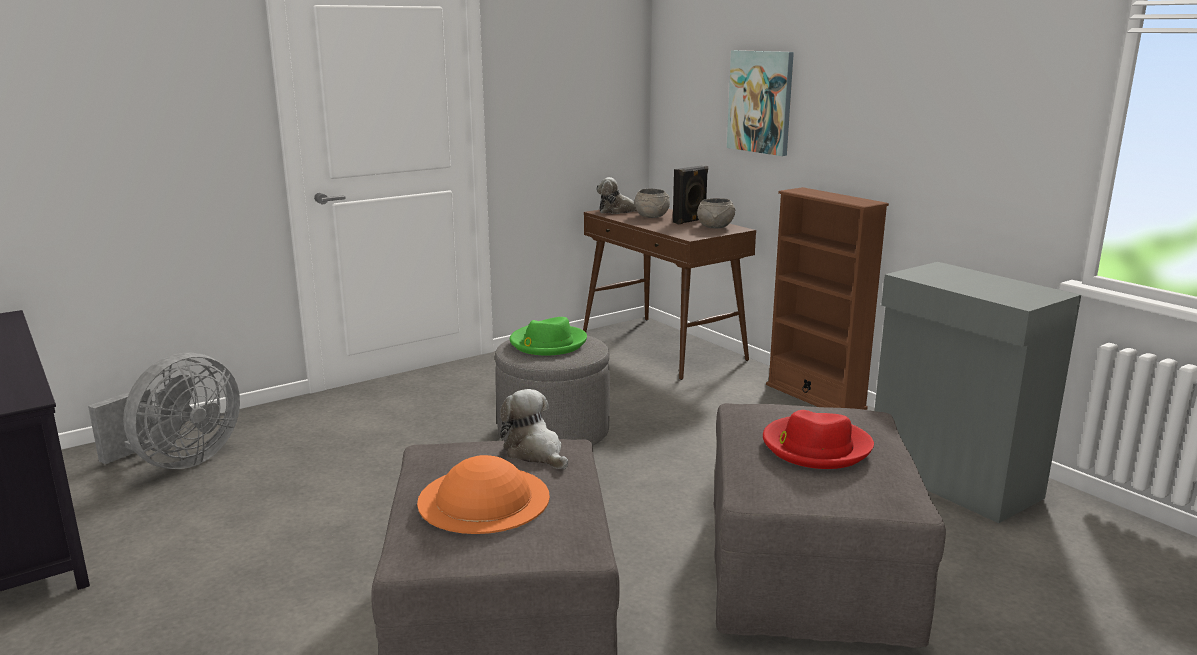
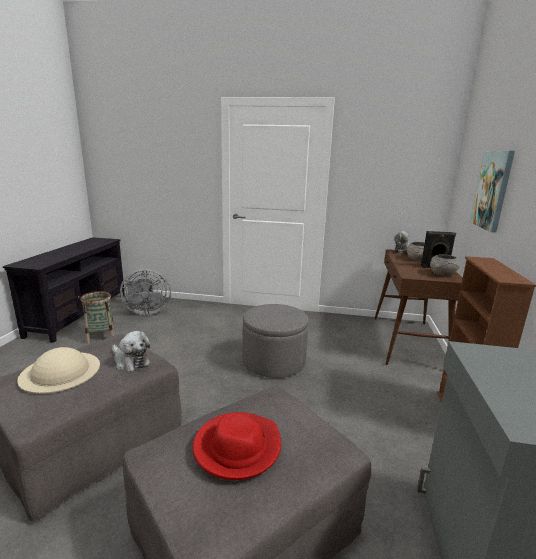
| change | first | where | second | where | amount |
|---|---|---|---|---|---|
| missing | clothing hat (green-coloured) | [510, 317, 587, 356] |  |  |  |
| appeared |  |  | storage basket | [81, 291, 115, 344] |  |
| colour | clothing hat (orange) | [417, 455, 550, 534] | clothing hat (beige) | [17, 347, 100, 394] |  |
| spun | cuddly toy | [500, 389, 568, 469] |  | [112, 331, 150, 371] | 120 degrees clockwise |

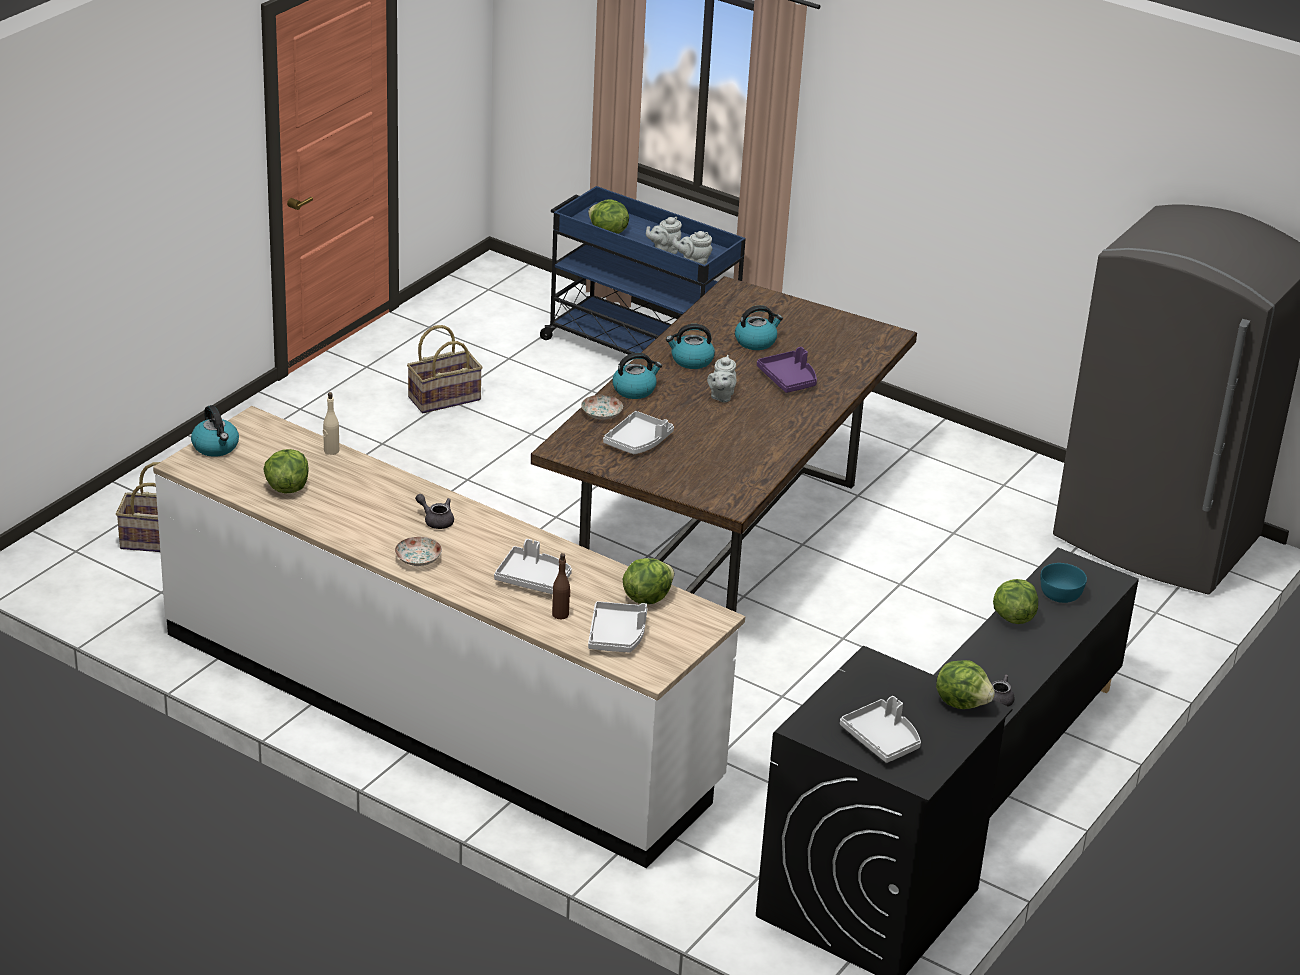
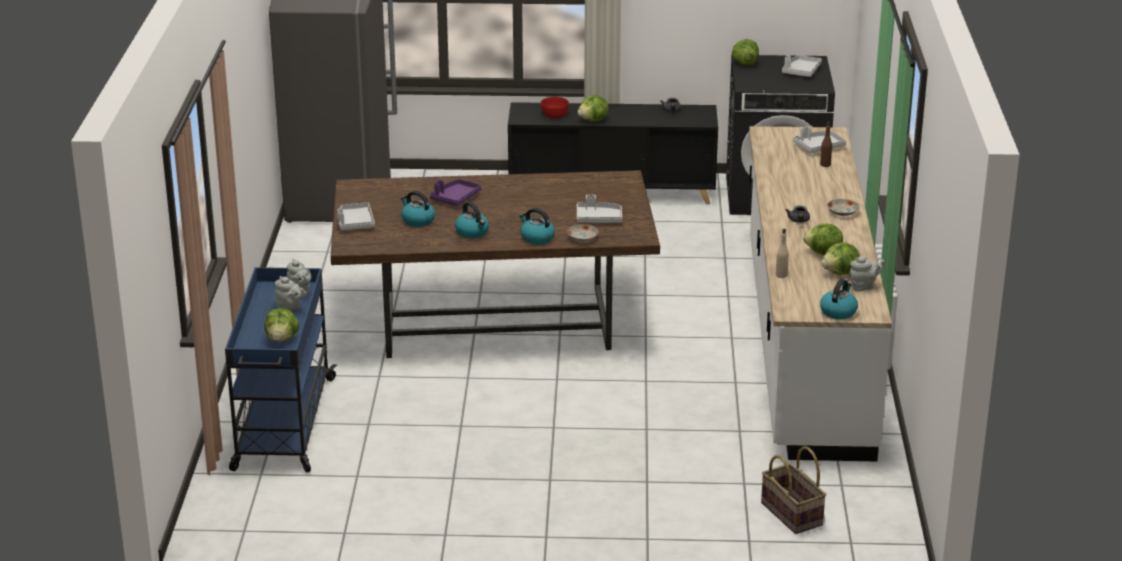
| change | first | where | second | where | amount |
|---|---|---|---|---|---|
| missing | storage basket | [407, 325, 483, 413] |  |  |  |
| relocated | tray (greyish) | [494, 539, 572, 594] |  | [337, 202, 375, 230] |  |
| relocated | lettuce head | [623, 558, 674, 604] |  | [803, 223, 843, 255] |  |
| relocated | pot for tea (greyish) | [707, 355, 737, 402] |  | [850, 256, 885, 292] |  |
| colour | deep dish (turquoise-coloured) | [1041, 563, 1087, 603] | deep dish (reddish) | [541, 97, 569, 118] |  |

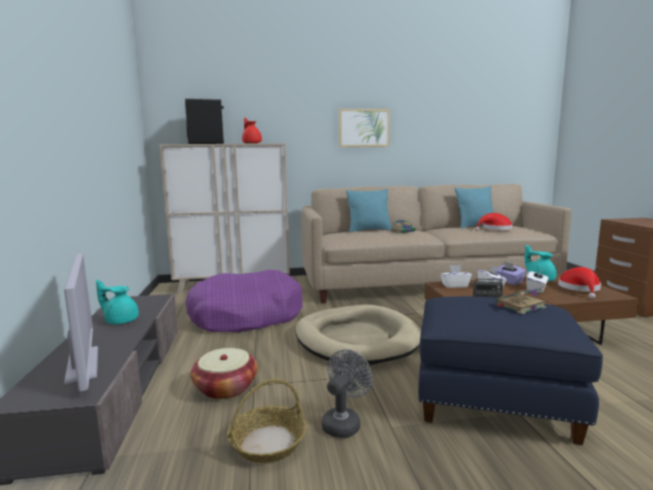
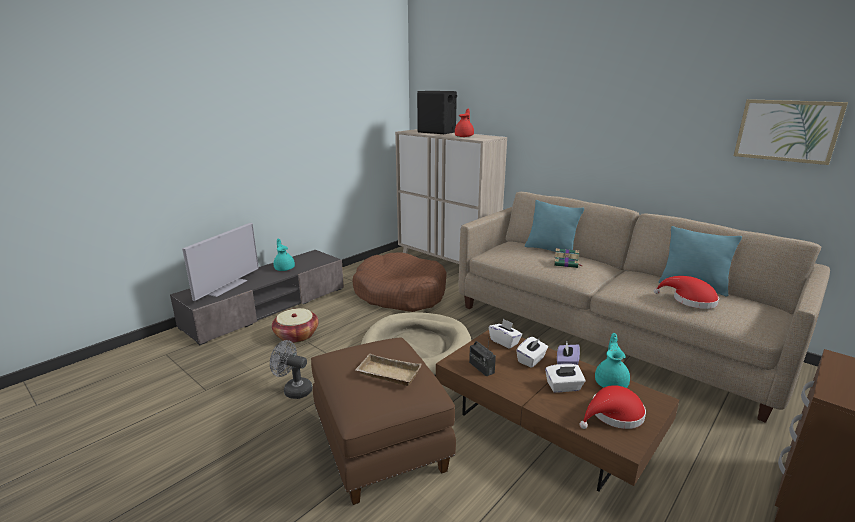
| change | first | where | second | where | amount |
|---|---|---|---|---|---|
| missing | storage basket | [227, 379, 307, 463] |  |  |  |
| relocated | wall art | [339, 109, 390, 147] |  | [734, 99, 848, 165] |  |
| exchanged | book | [496, 287, 546, 314] | tray (beige) | [355, 354, 422, 386] |  |
| colour | dog cushion (purple) | [185, 270, 303, 332] | dog cushion (brown) | [352, 252, 447, 312] |  |
| colour | pouffe (blue-coloured) | [418, 296, 603, 445] | pouffe (brown) | [311, 338, 456, 505] |  |
| spun | electric fan (greyish) | [322, 349, 373, 438] |  | [270, 340, 313, 399] | 150 degrees counterclockwise |

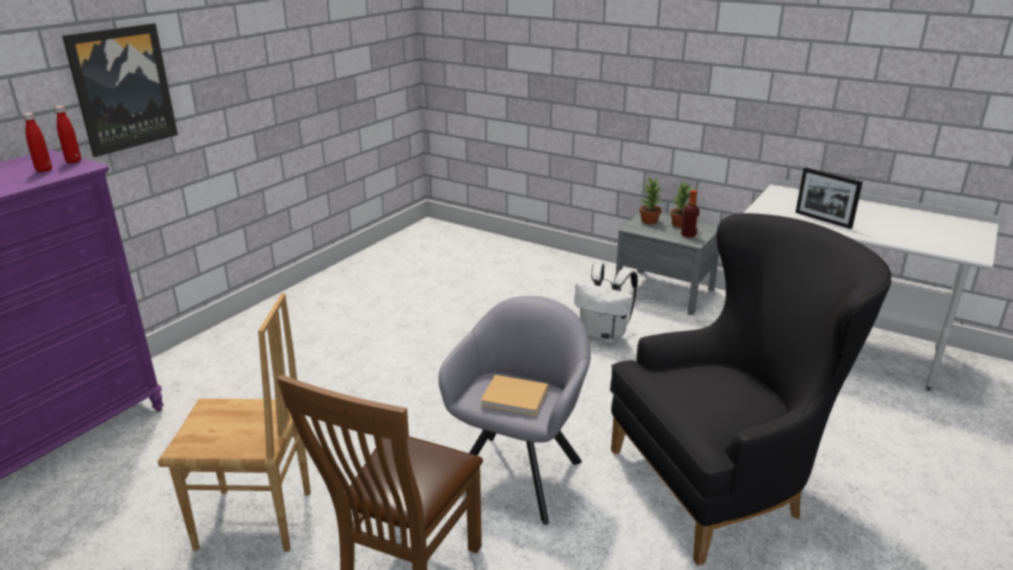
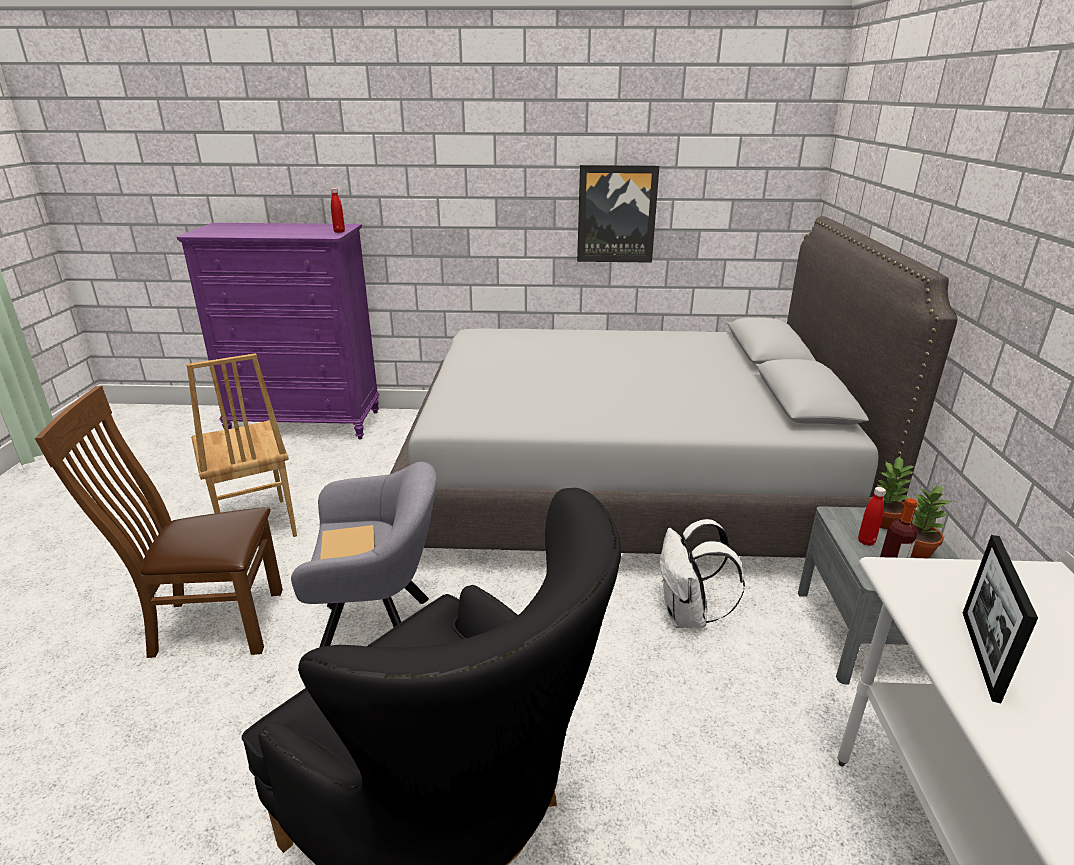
| change | first | where | second | where | amount |
|---|---|---|---|---|---|
| appeared |  |  | bed (greyish) | [390, 216, 958, 558] |  |
| relocated | bottle (reddish) | [23, 113, 52, 172] |  | [858, 487, 886, 546] |  |
| relocated | wall art | [62, 23, 178, 157] |  | [577, 165, 659, 263] |  |

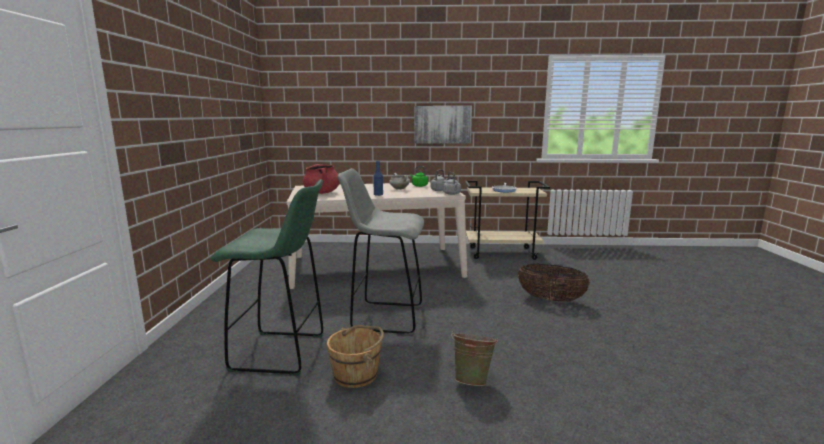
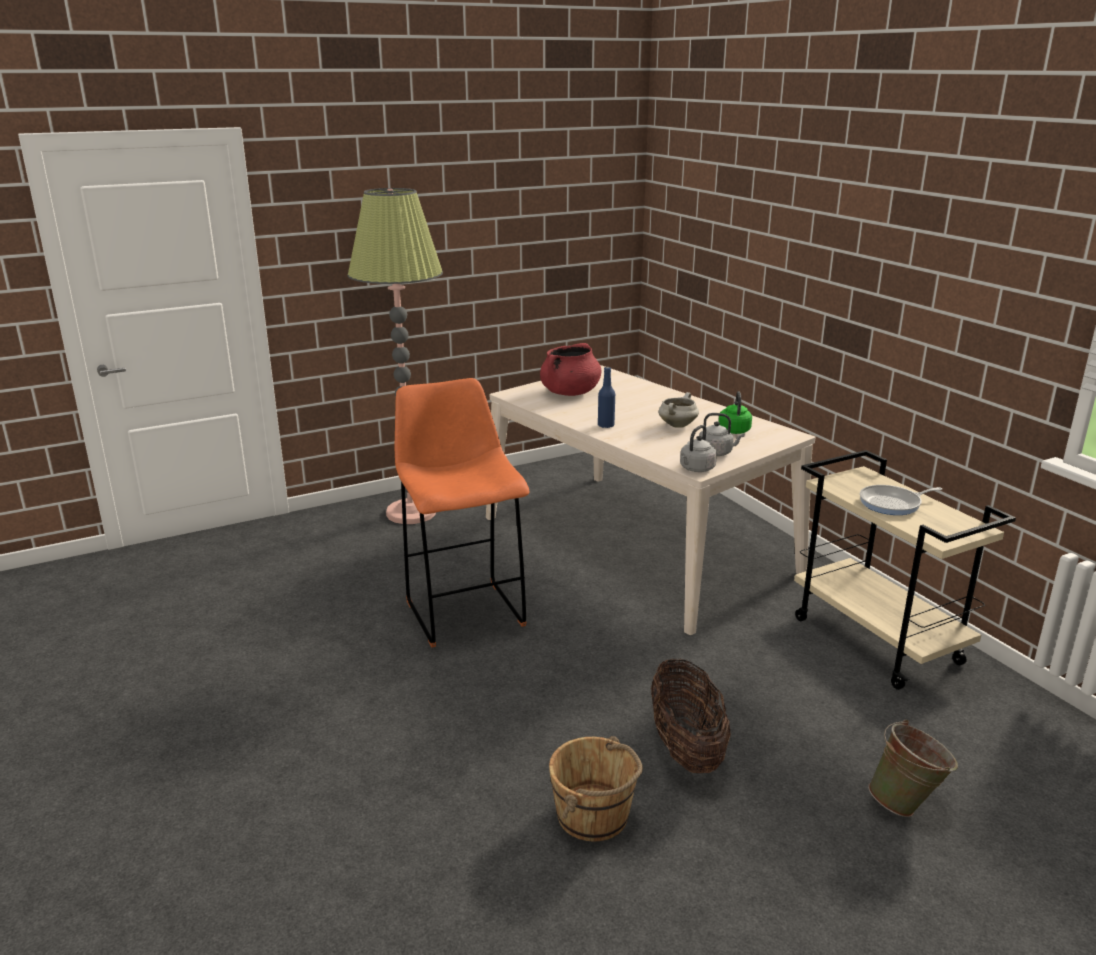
| change | first | where | second | where | amount |
|---|---|---|---|---|---|
| missing | sitting stool (green-coloured) | [210, 179, 324, 376] |  |  |  |
| missing | wall art | [414, 106, 472, 144] |  |  |  |
| appeared |  |  | standing lamp | [348, 188, 443, 524] |  |
| relocated | pail (brown) | [327, 325, 384, 388] |  | [549, 736, 643, 842] |  |
| relocated | pail (green-coloured) | [451, 331, 498, 386] |  | [868, 720, 958, 817] |  |
| colour | sitting stool (greyish) | [337, 168, 424, 335] | sitting stool (orange) | [395, 378, 529, 648] |  |

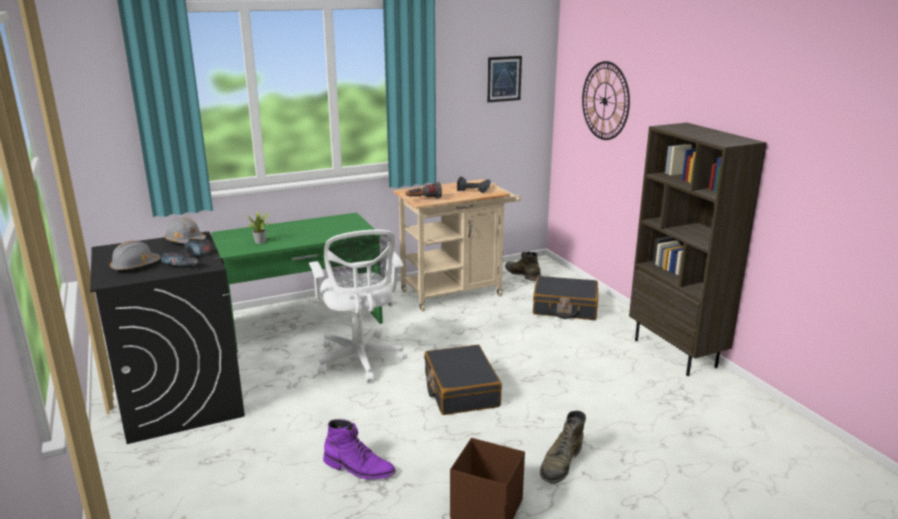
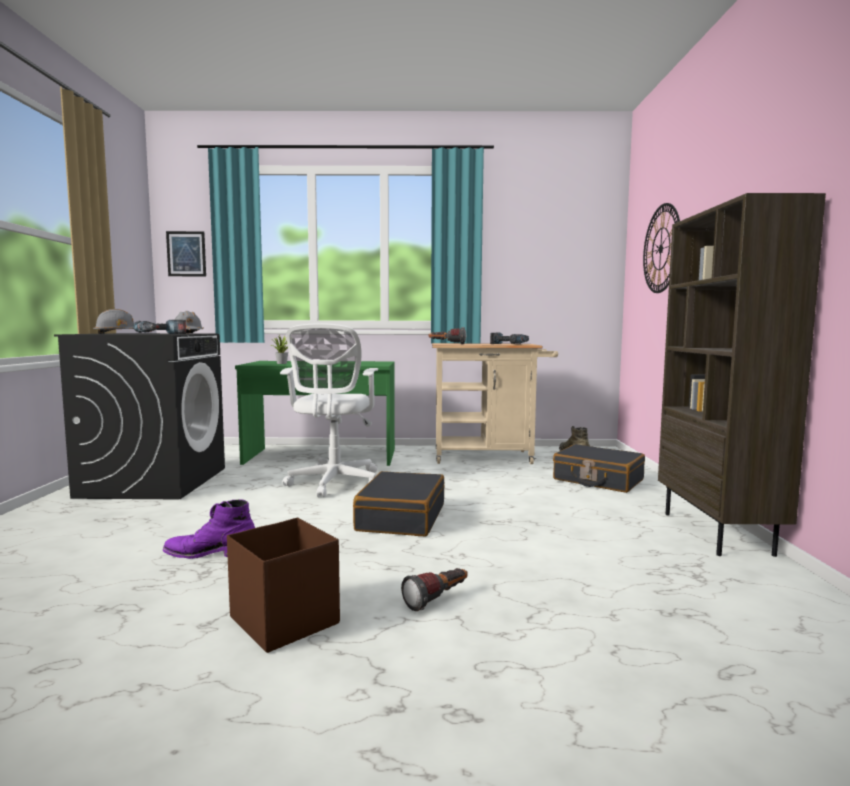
| change | first | where | second | where | amount |
|---|---|---|---|---|---|
| relocated | wall art | [487, 56, 522, 102] |  | [166, 231, 206, 276] |  |
| exchanged | tall boot (green-coloured) | [540, 411, 586, 484] | hand torch | [401, 568, 468, 611] |  |
| spun | tall boot (purple) | [323, 419, 396, 480] |  | [163, 499, 255, 559] | 135 degrees clockwise |

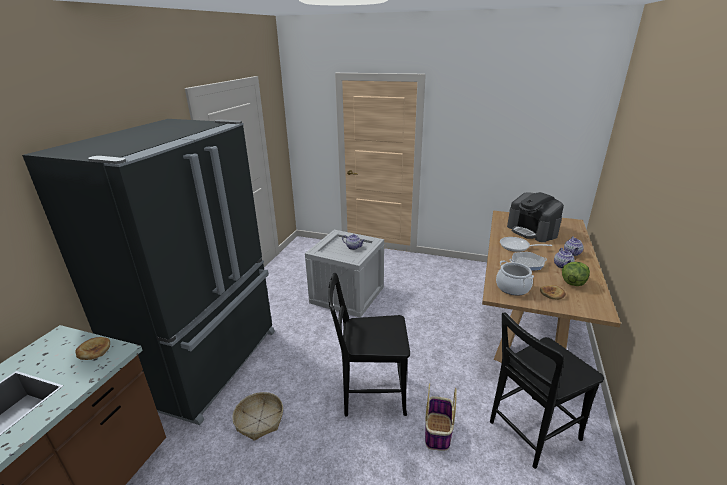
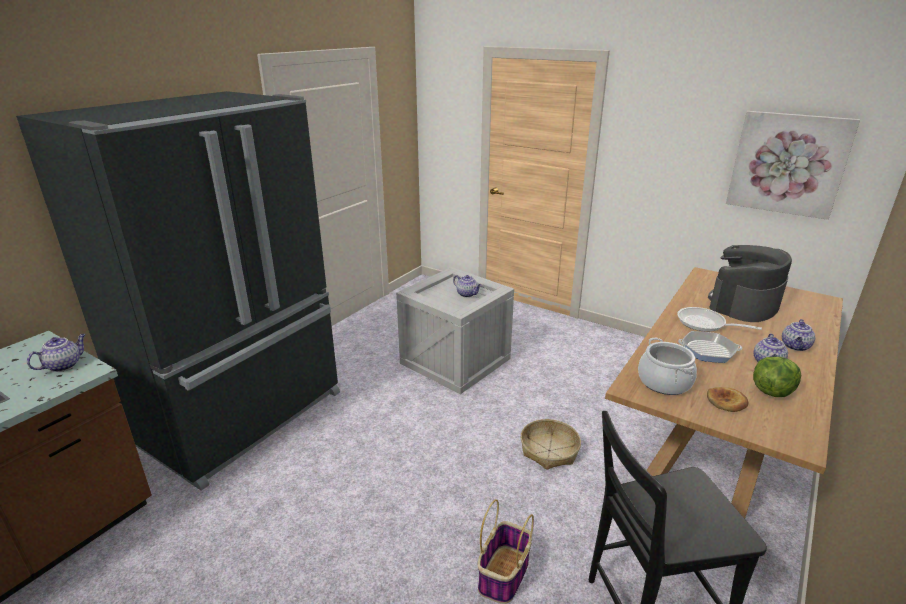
| change | first | where | second | where | amount |
|---|---|---|---|---|---|
| missing | upright chair (black-coloured) | [328, 273, 410, 416] |  |  |  |
| appeared |  |  | wall art | [726, 111, 860, 220] |  |
| relocated | storage basket | [232, 392, 283, 441] |  | [521, 419, 581, 470] |  |
| exchanged | bread | [76, 337, 110, 360] | pot for tea | [27, 334, 86, 372] |  |
| spun | coffee machine | [507, 192, 564, 242] |  | [708, 245, 792, 322] | 60 degrees clockwise |

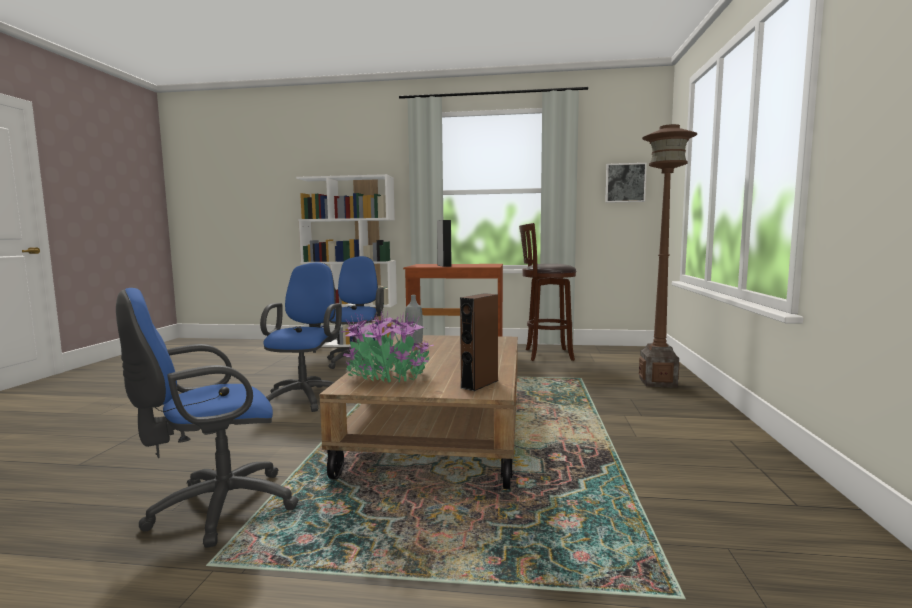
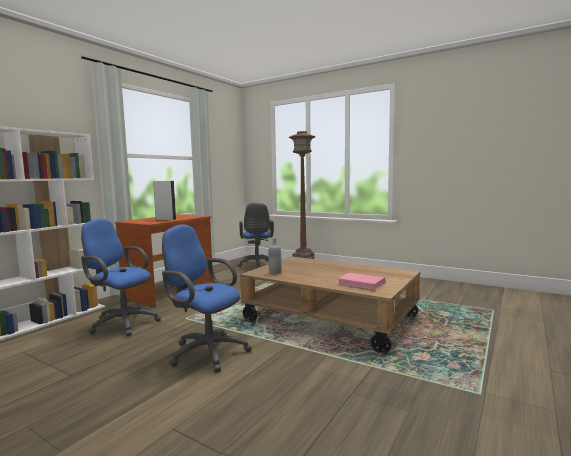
| change | first | where | second | where | amount |
|---|---|---|---|---|---|
| missing | speaker (brown) | [460, 293, 498, 391] |  |  |  |
| missing | sitting stool (brown) | [519, 223, 577, 361] |  |  |  |
| missing | wall art | [605, 163, 647, 203] |  |  |  |
| relocated | desk chair (blue-coloured) | [116, 288, 299, 548] |  | [238, 202, 274, 268] |  |
| exchanged | plant in a pot | [341, 311, 433, 382] | book (pink) | [338, 273, 385, 290] |  |

